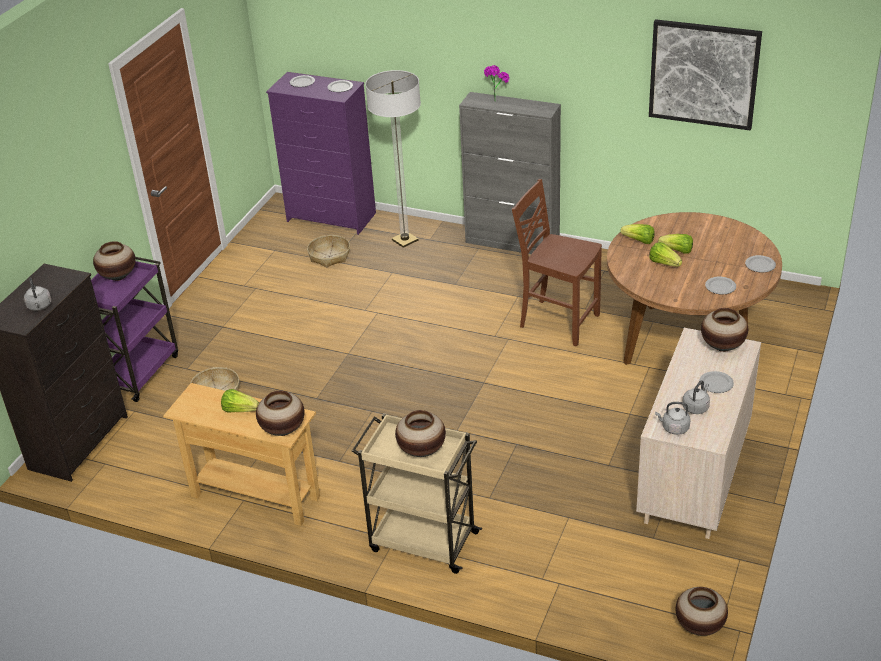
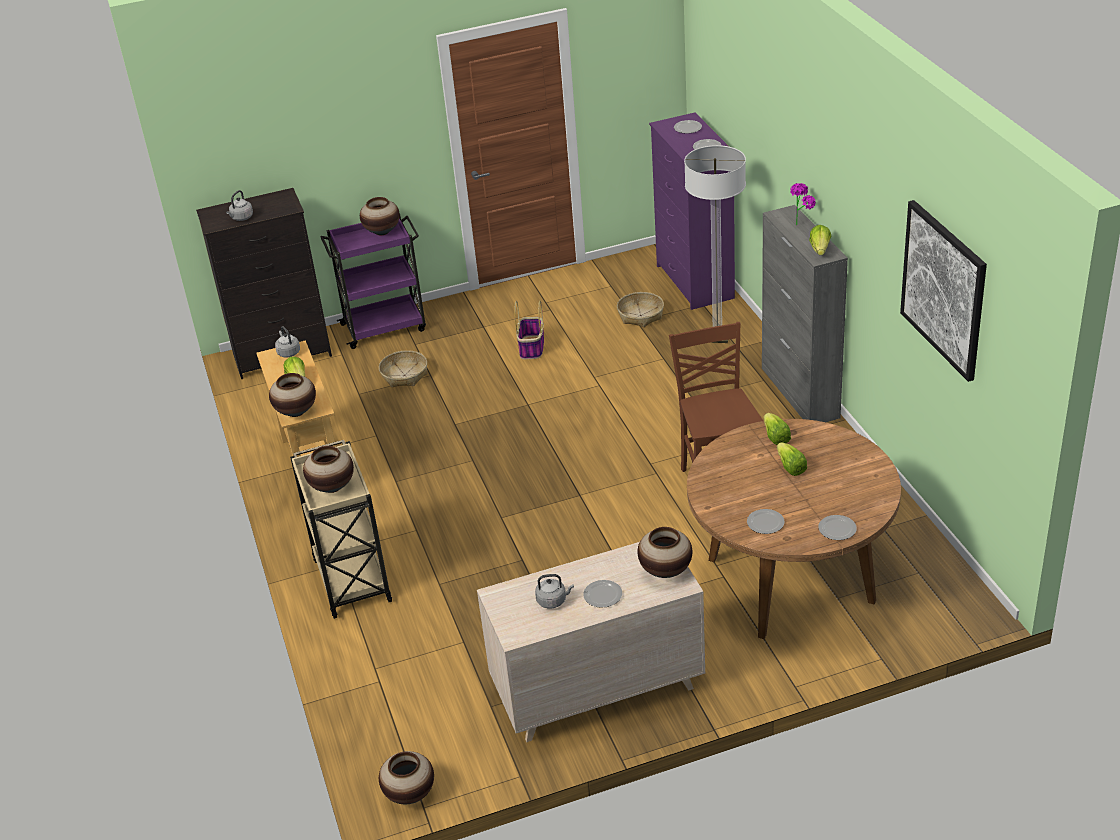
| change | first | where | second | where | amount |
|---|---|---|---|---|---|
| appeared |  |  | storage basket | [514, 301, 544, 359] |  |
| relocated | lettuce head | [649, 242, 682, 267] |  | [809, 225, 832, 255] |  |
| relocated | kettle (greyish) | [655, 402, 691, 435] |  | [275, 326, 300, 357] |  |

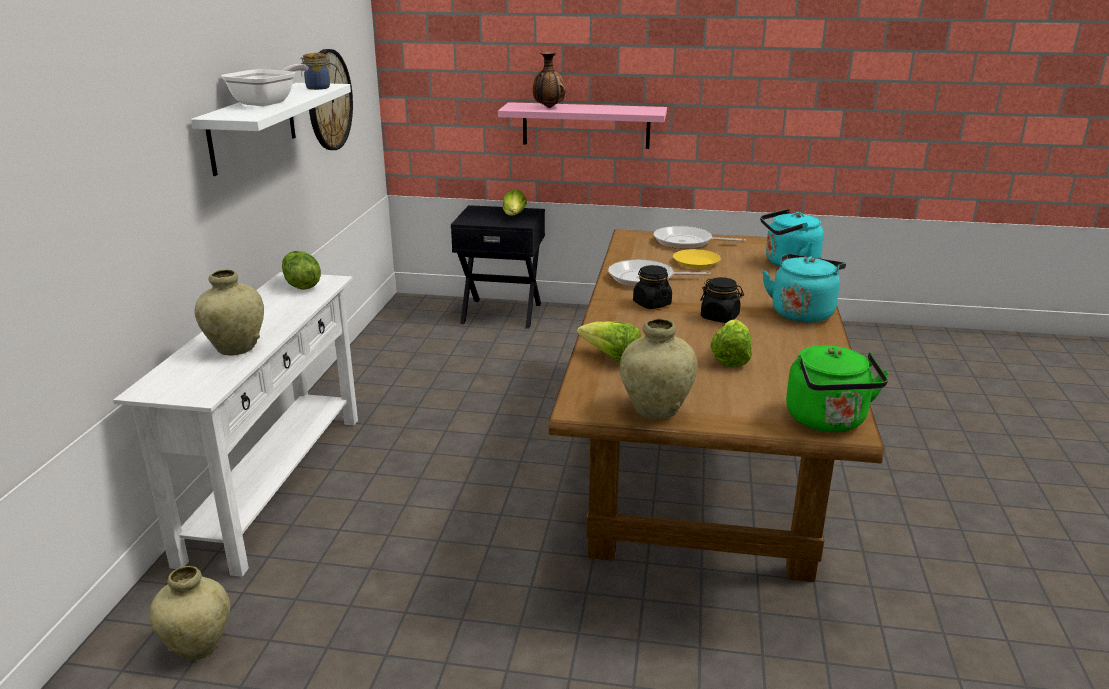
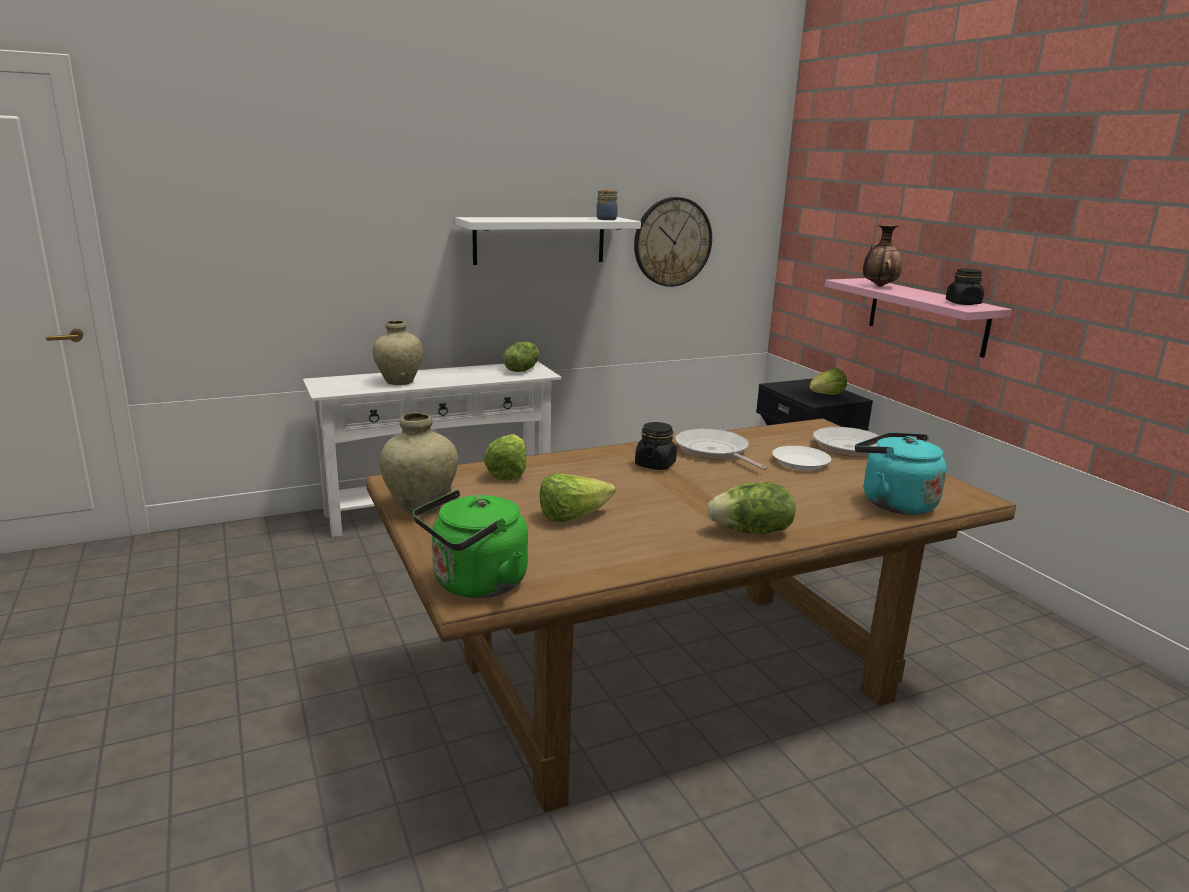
| change | first | where | second | where | amount |
|---|---|---|---|---|---|
| missing | decorative vase (beige) | [149, 566, 230, 660] |  |  |  |
| missing | skillet | [221, 64, 308, 106] |  |  |  |
| relocated | preserve jar (black-coloured) | [700, 277, 744, 323] |  | [946, 268, 984, 305] |  |
| exchanged | kettle (turquoise-coloured) | [762, 254, 846, 323] | lettuce head | [707, 482, 796, 534] |  |
| colour | flat dish (yellowish) | [673, 249, 721, 269] | flat dish (white-coloured) | [772, 446, 831, 470] |  |

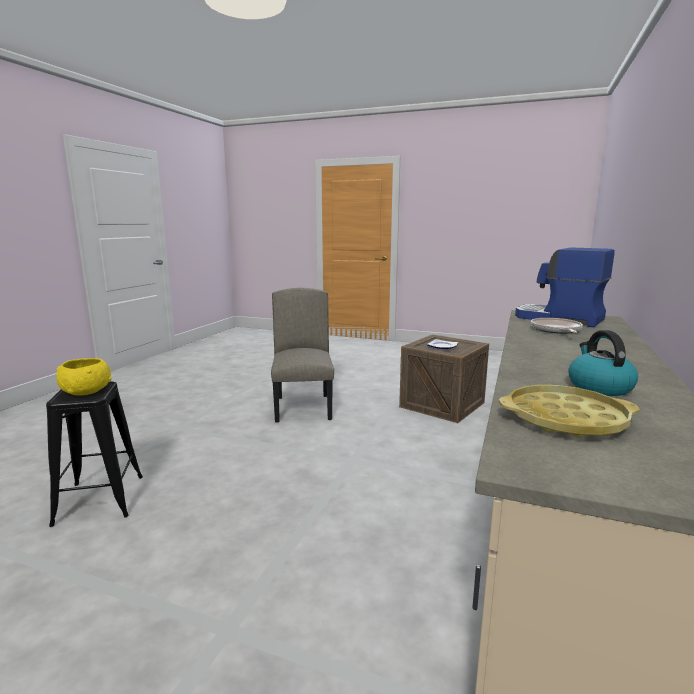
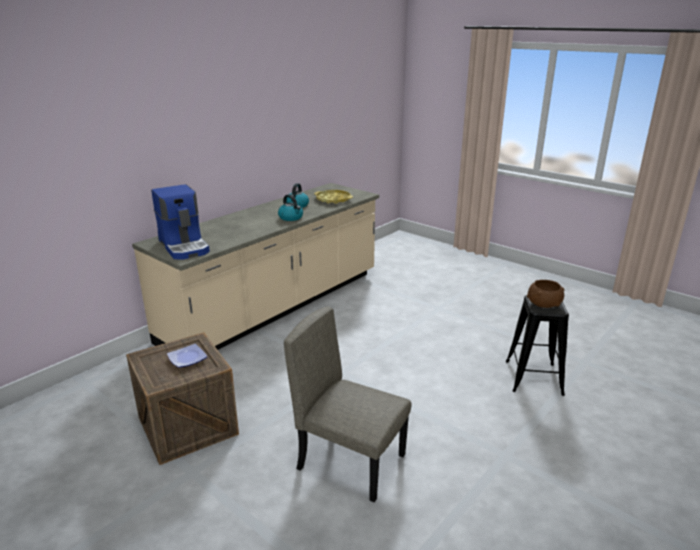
| change | first | where | second | where | amount |
|---|---|---|---|---|---|
| missing | skillet | [531, 318, 583, 334] |  |  |  |
| appeared |  |  | kettle | [278, 194, 303, 221] |  |
| colour | deep dish (yellowish) | [56, 358, 112, 396] | deep dish (brown) | [527, 280, 564, 308] |  |
| spun | upright chair (beige) | [271, 288, 334, 423] |  | [284, 306, 411, 502] | 105 degrees clockwise |

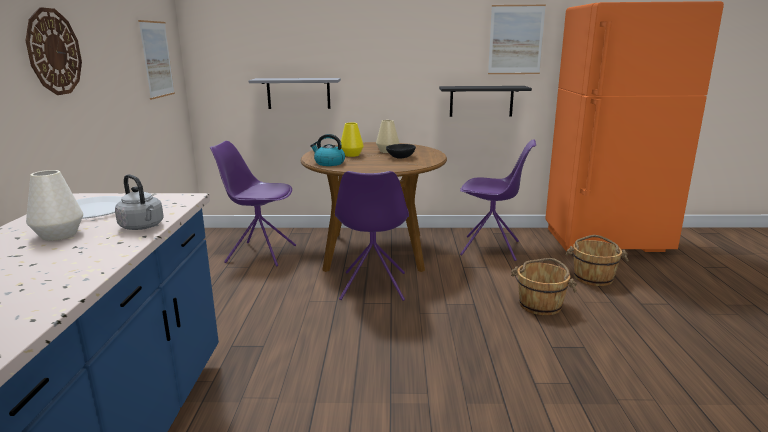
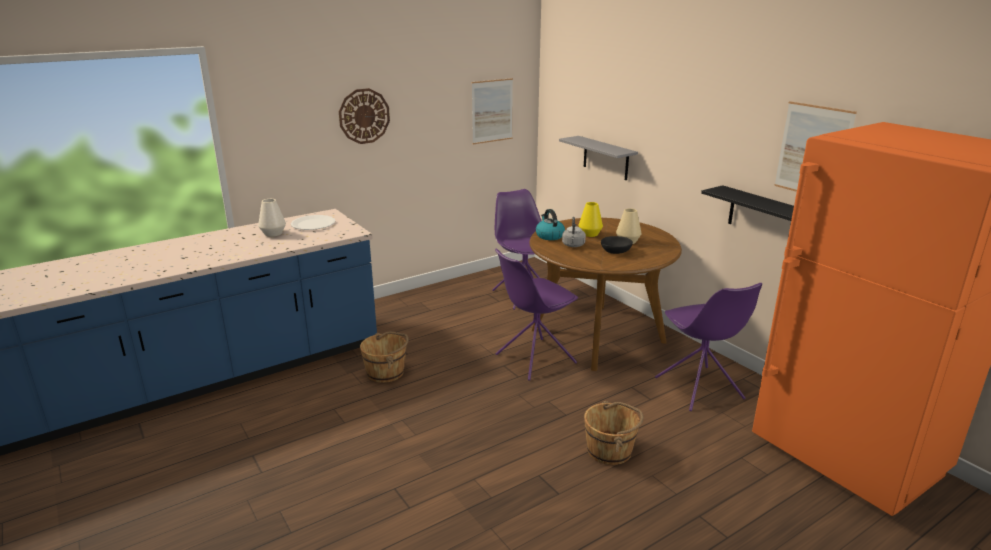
| change | first | where | second | where | amount |
|---|---|---|---|---|---|
| relocated | kettle (greyish) | [115, 174, 164, 230] |  | [562, 217, 586, 247] |  |
| relocated | pail (brown) | [565, 235, 629, 286] |  | [360, 332, 409, 383] |  |

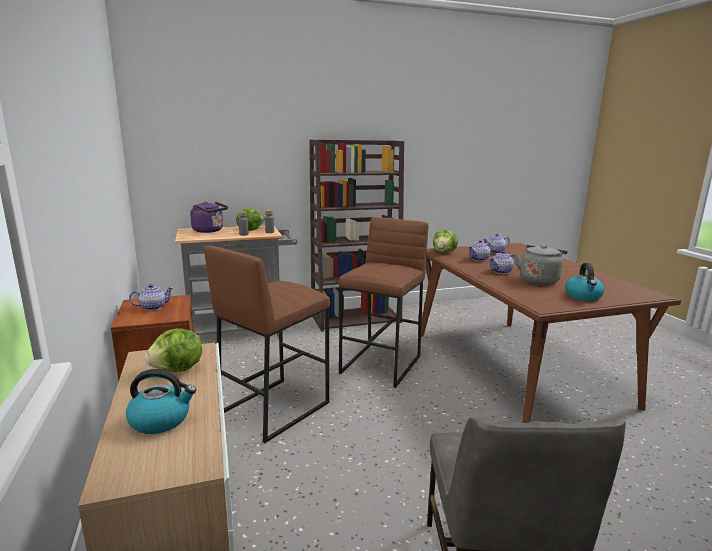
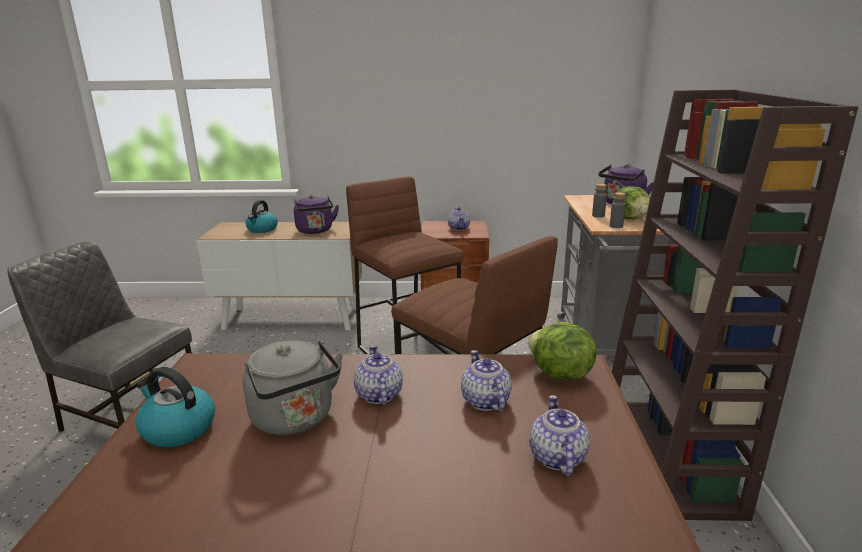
| change | first | where | second | where | amount |
|---|---|---|---|---|---|
| exchanged | lettuce head | [144, 328, 202, 372] | kettle (purple) | [294, 195, 339, 234] |  |

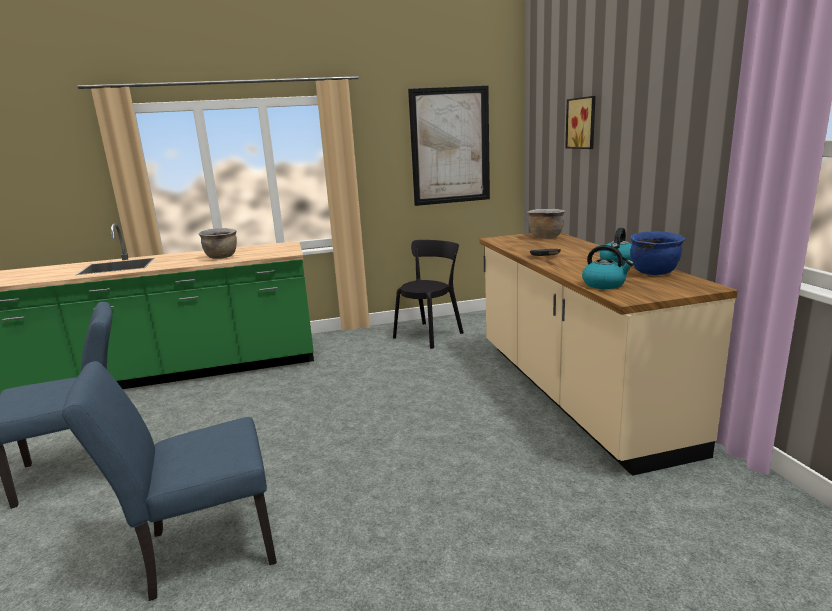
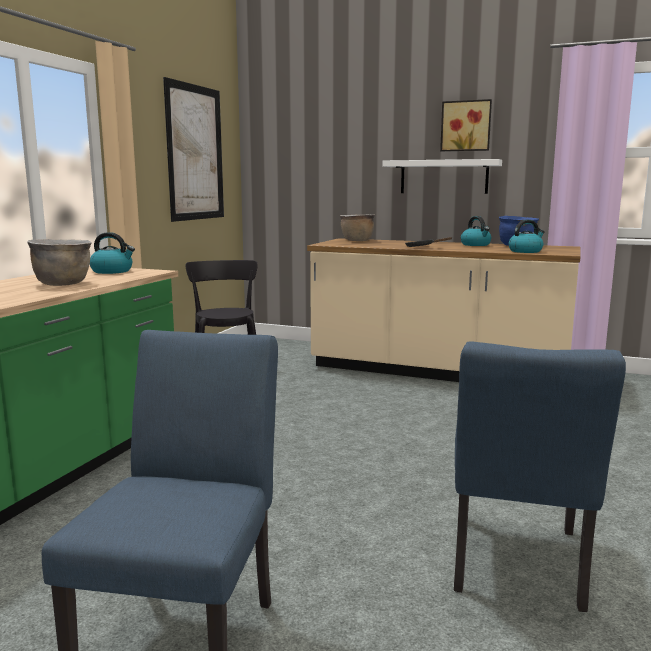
| change | first | where | second | where | amount |
|---|---|---|---|---|---|
| appeared |  |  | kettle | [90, 232, 135, 274] |  |
| appeared |  |  | bracket shelf (white-coloured) | [382, 159, 502, 194] |  |
| relocated | wall art | [565, 96, 595, 149] |  | [440, 99, 492, 151] |  |

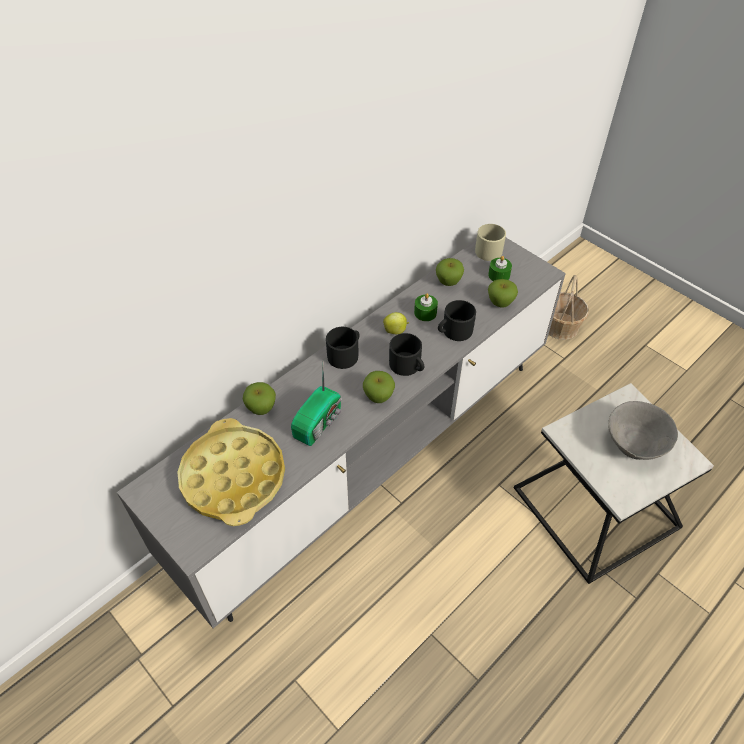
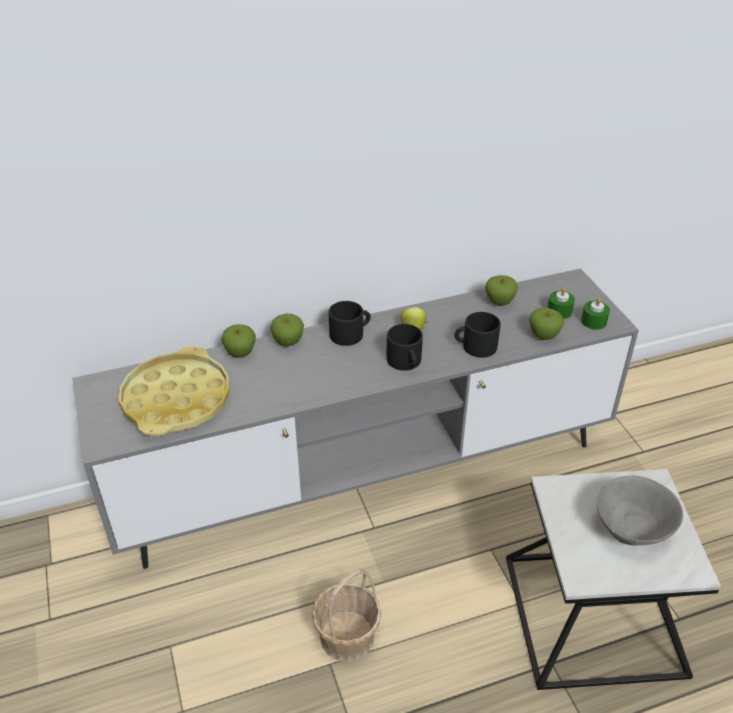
| change | first | where | second | where | amount |
|---|---|---|---|---|---|
| missing | radio | [291, 363, 341, 446] |  |  |  |
| missing | tea mug (beige) | [475, 224, 506, 261] |  |  |  |
| relocated | apple fruit | [363, 371, 395, 403] |  | [270, 314, 304, 347] |  |
| relocated | wax light (green-coloured) | [414, 294, 438, 321] |  | [581, 297, 610, 330] |  |
| relocated | storage basket | [549, 275, 589, 340] |  | [312, 569, 381, 662] |  |

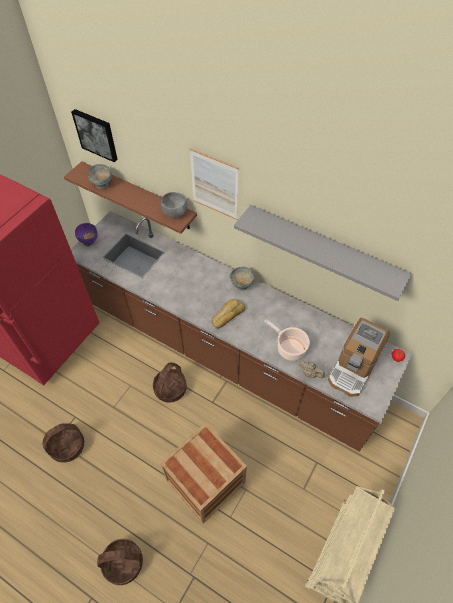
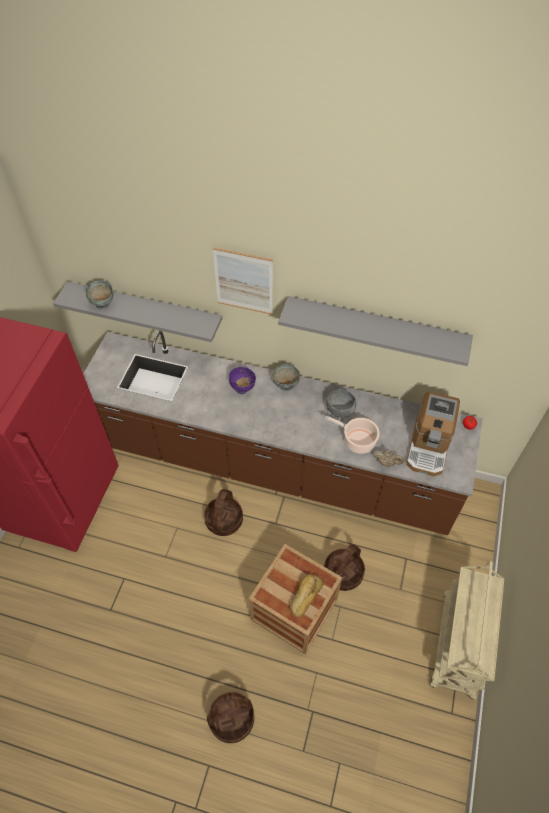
| change | first | where | second | where | amount |
|---|---|---|---|---|---|
| missing | wall art | [71, 109, 118, 162] |  |  |  |
| relocated | storage basket | [42, 423, 84, 462] |  | [324, 544, 365, 591] |  |
| relocated | deep dish (purple) | [75, 223, 98, 246] |  | [229, 367, 256, 394] |  |
| relocated | deep dish (greyish) | [161, 192, 187, 218] |  | [326, 389, 356, 418] |  |
| relocated | bread | [212, 299, 245, 328] |  | [290, 574, 323, 617] |  |
| colour | bracket shelf (brown) | [64, 161, 197, 234] | bracket shelf (greyish) | [53, 281, 222, 342] |  |

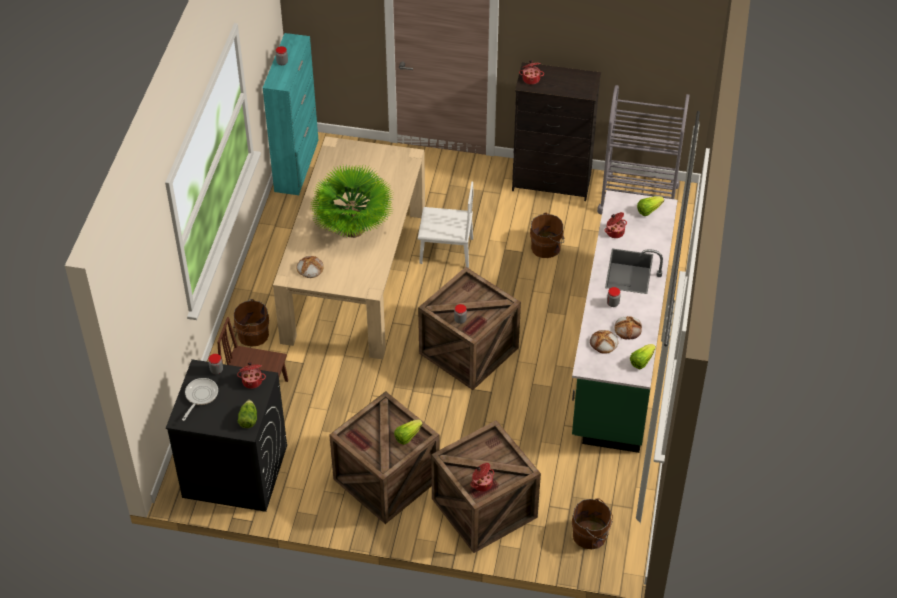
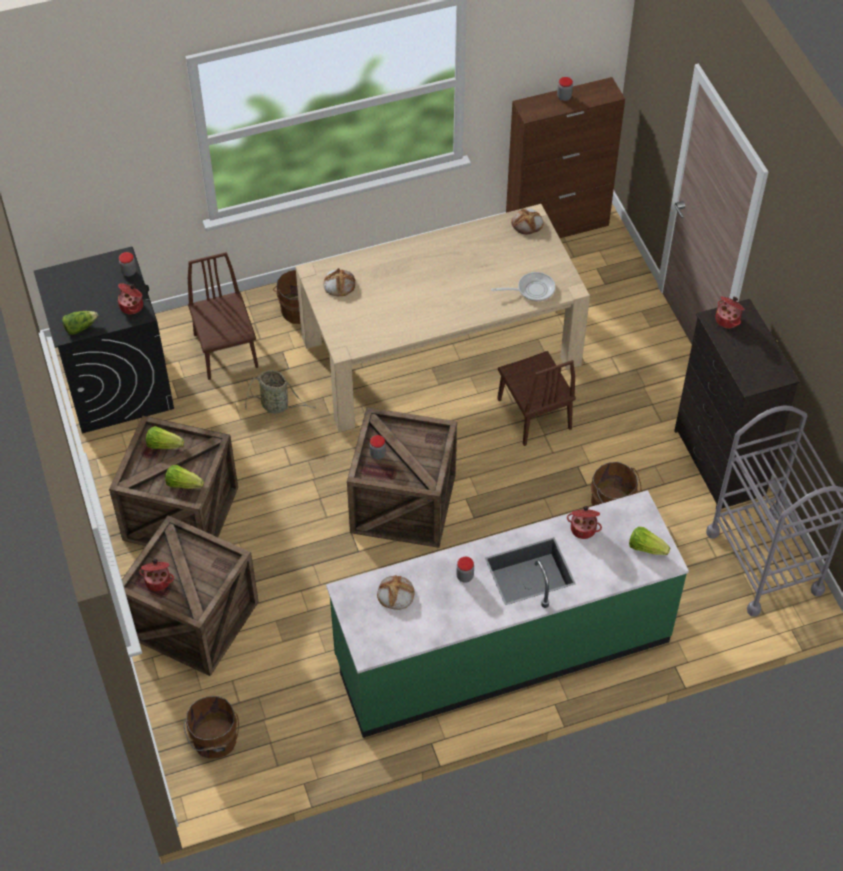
| change | first | where | second | where | amount |
|---|---|---|---|---|---|
| missing | plant in a pot | [310, 164, 394, 238] |  |  |  |
| appeared |  |  | storage basket | [245, 370, 316, 413] |  |
| relocated | skillet | [182, 378, 218, 421] |  | [491, 272, 555, 301] |  |
| relocated | bread | [615, 316, 642, 339] |  | [511, 208, 544, 235] |  |
| relocated | lettuce head | [630, 344, 656, 369] |  | [146, 426, 184, 449] |  |
| colour | cabinet (turquoise-coloured) | [263, 33, 318, 195] | cabinet (brown) | [506, 77, 625, 238] |  |
| colour | upright chair (white-coloured) | [418, 182, 474, 268] | upright chair (brown) | [498, 351, 576, 446] |  |

